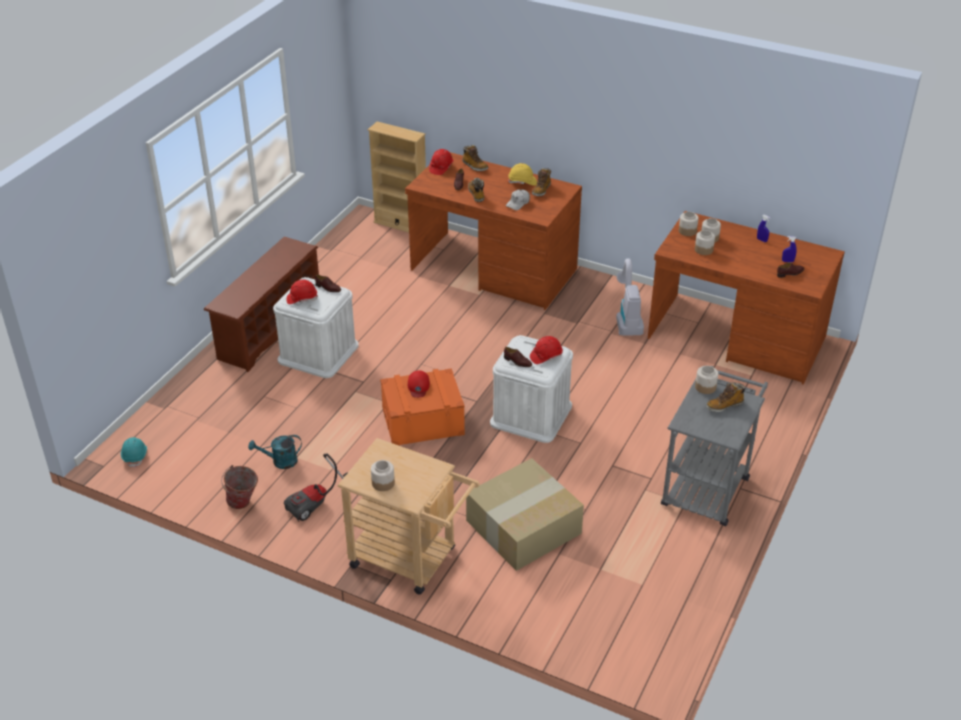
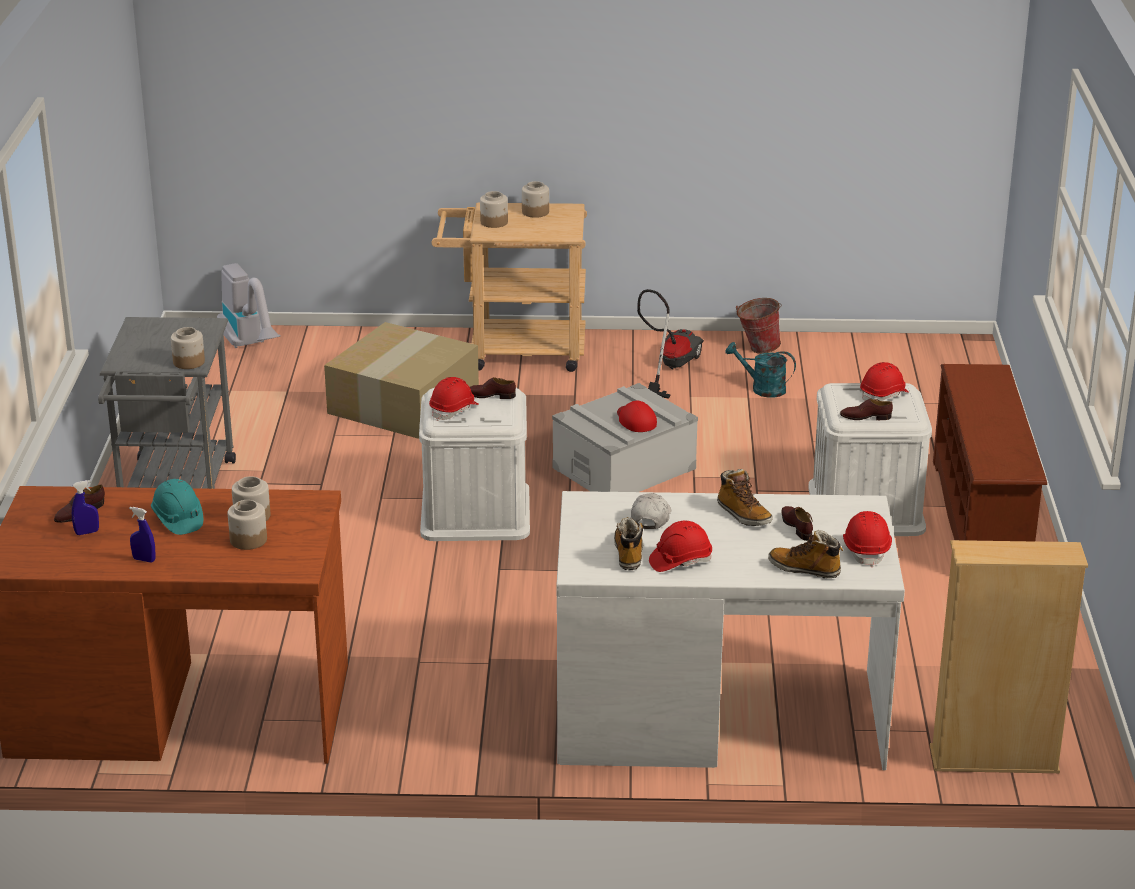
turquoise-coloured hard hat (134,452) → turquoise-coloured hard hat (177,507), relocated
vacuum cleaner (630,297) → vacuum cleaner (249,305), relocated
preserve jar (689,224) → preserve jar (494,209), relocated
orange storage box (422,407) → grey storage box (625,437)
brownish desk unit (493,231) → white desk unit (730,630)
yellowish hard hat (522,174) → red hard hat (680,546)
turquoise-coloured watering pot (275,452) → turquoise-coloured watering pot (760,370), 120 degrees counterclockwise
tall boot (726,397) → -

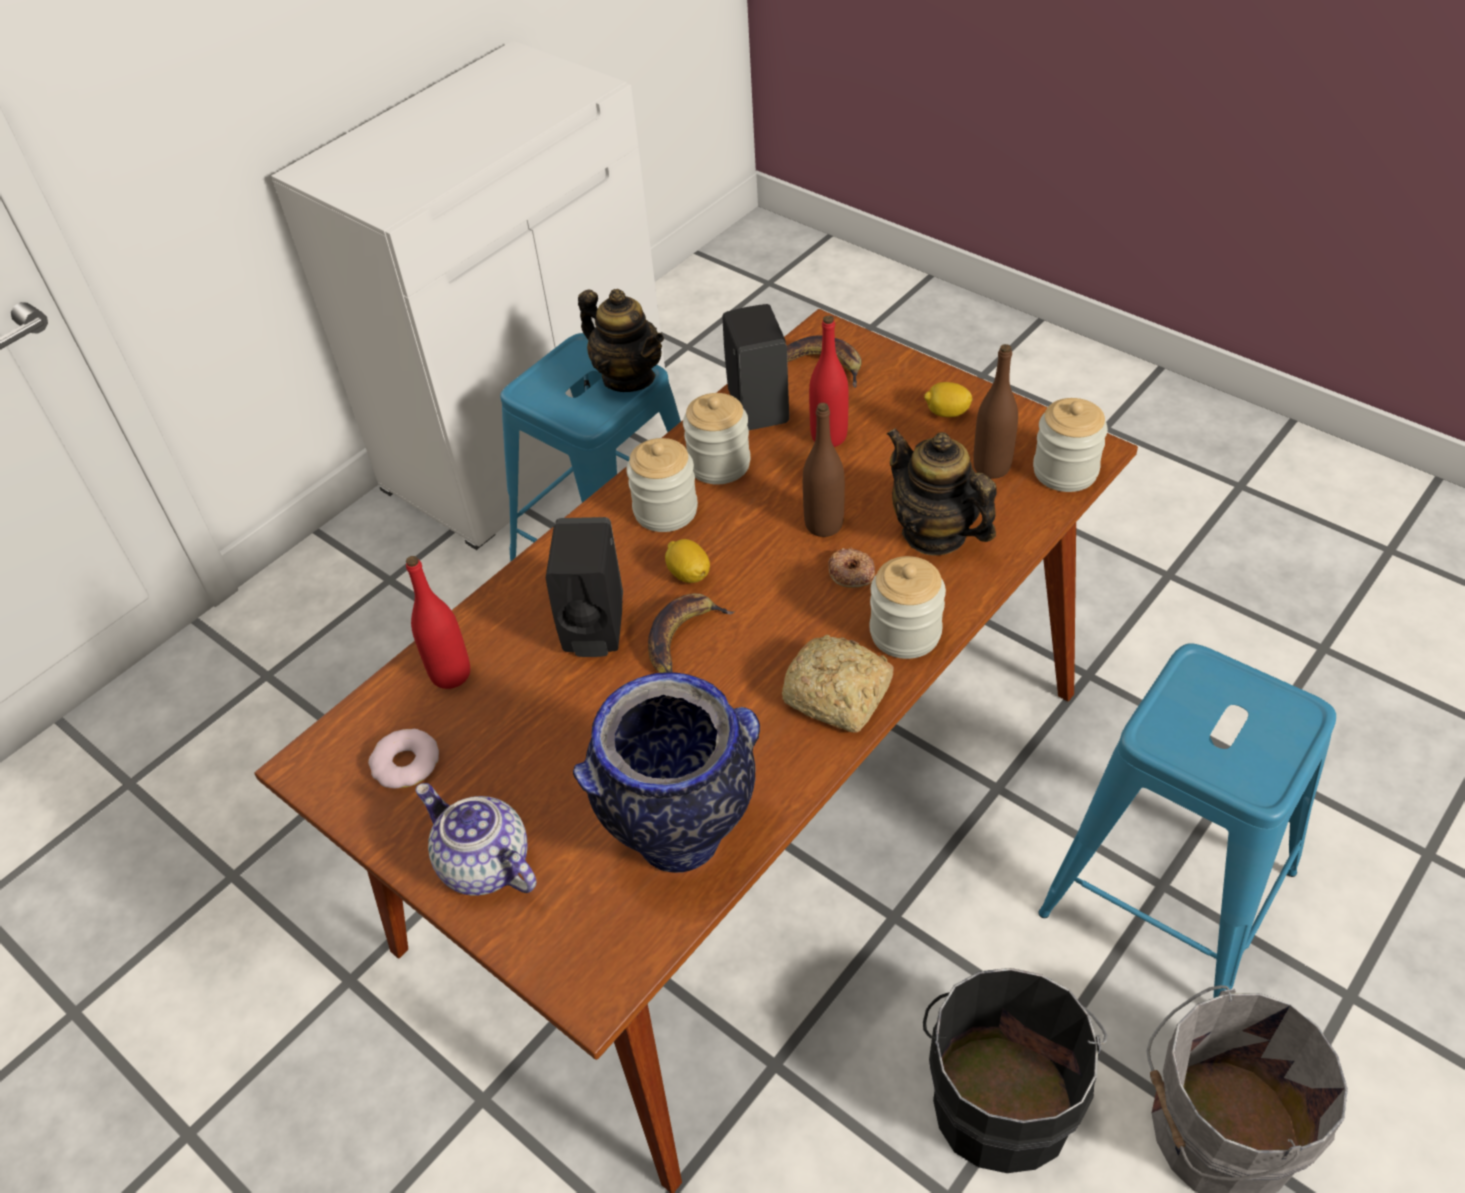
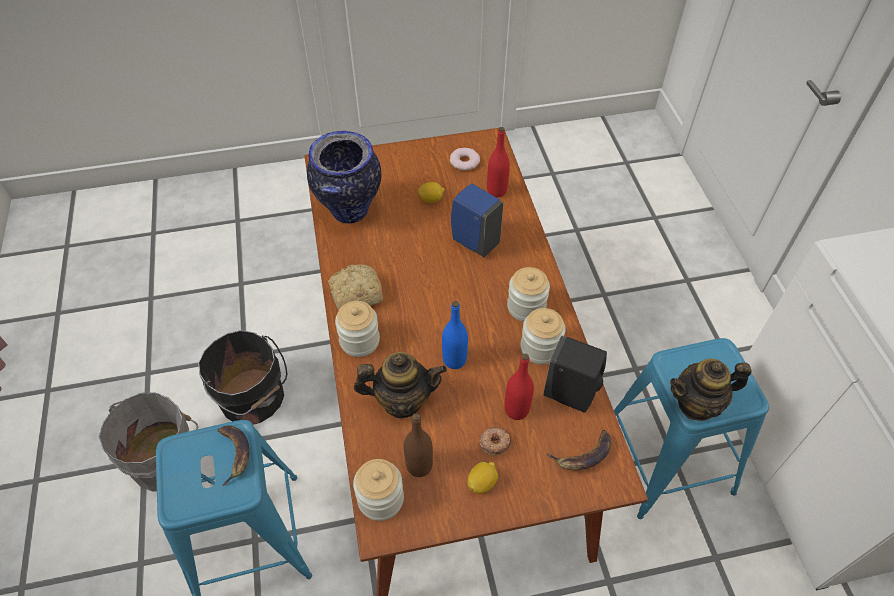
banana fruit (691,633) → banana fruit (234,455), relocated
lemon (687,561) → lemon (431,192), relocated
brownish bottle (824,470) → blue-coloured bottle (455,335)
blackish soap dispenser (584,587) → blue-coloured soap dispenser (477,220)
ring doughnut (851,567) → ring doughnut (495,441), relocated
tea pot (476,839) → -

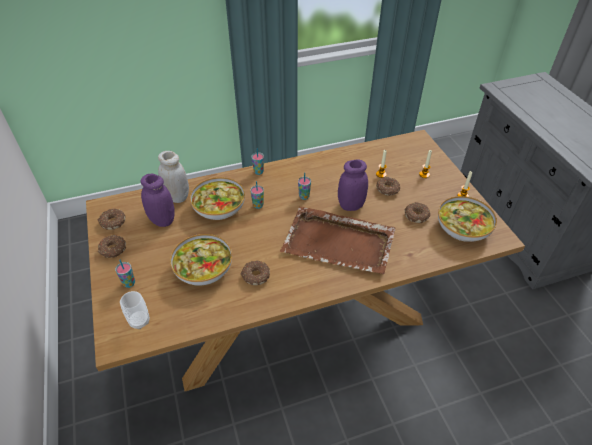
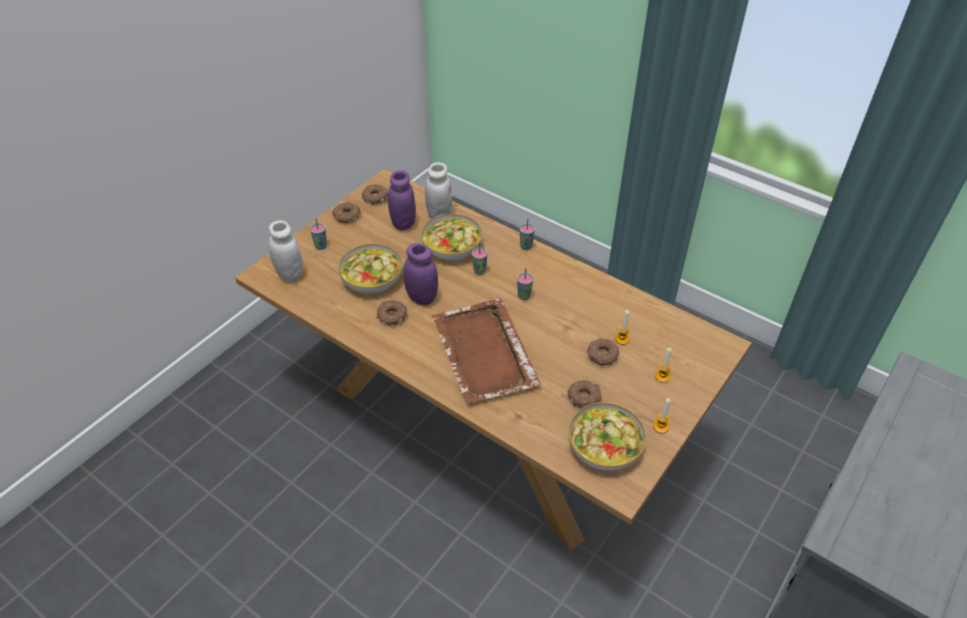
cup (135,310) → white preserve jar (285,251)
purple preserve jar (353,185) → purple preserve jar (421,274), relocated

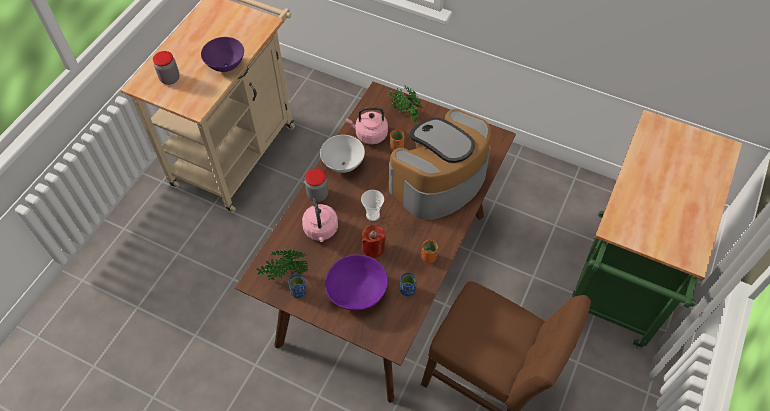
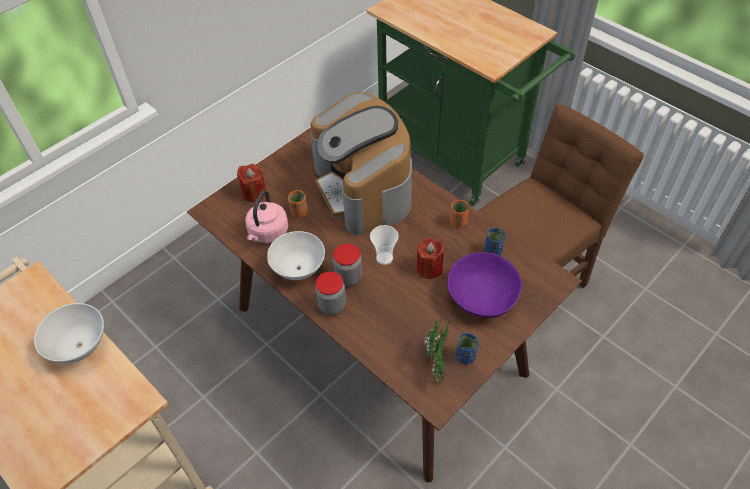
purple bowl (222,54) → white bowl (69,333)
houseplant (406,104) → red wax candle (251,183)
preserve jar (166,68) → preserve jar (347,264), relocated
pink-coloured kettle (320,220) → -

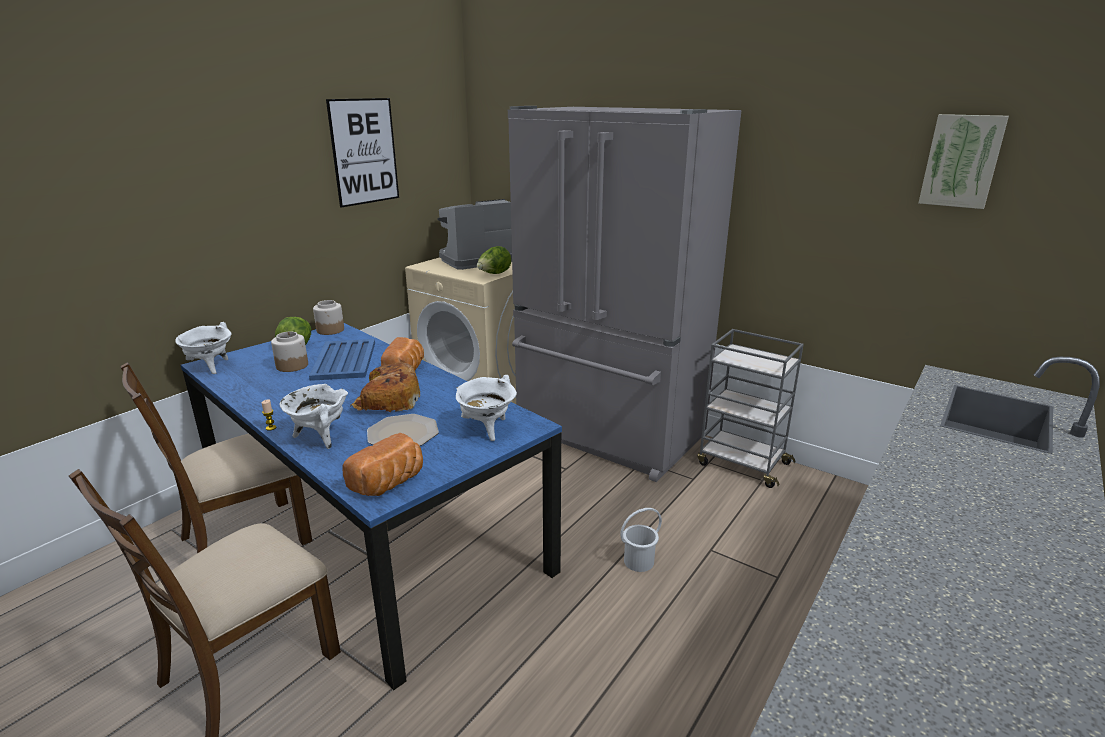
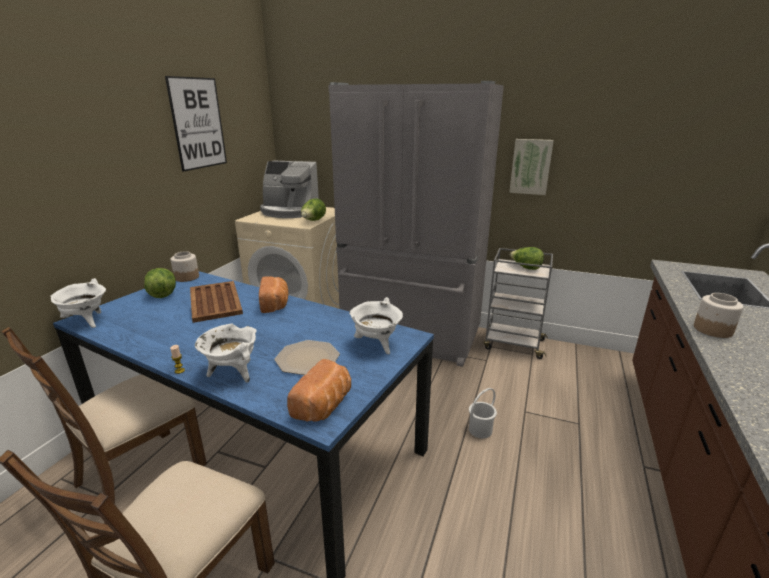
blue-coloured carrying tray (342,360) → brownish carrying tray (216,302)
coffee maker (474,234) → coffee maker (289,189), 120 degrees counterclockwise
wall art (964,161) → wall art (531,167), relocated
- → lettuce (527,258)
preserve jar (289,351) → preserve jar (719,315), relocated
bread (385,387) → -

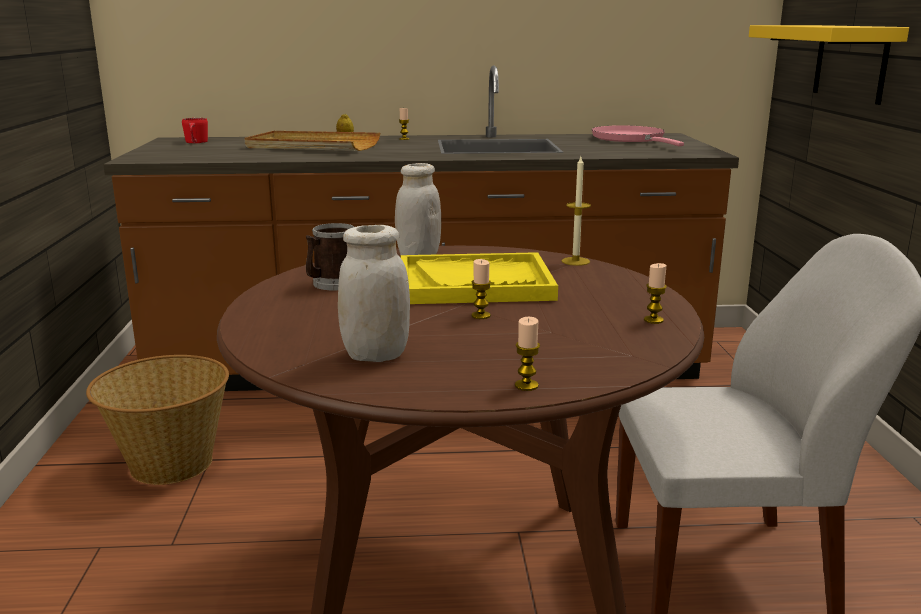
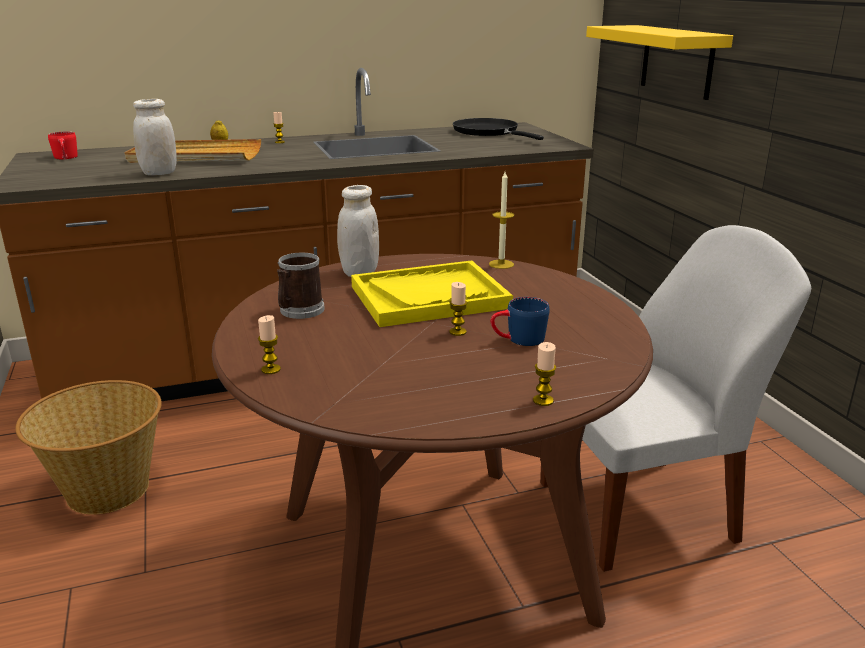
white preserve jar (374,293) → white preserve jar (155,137), relocated
wax candle (655,293) → wax candle (269,344), relocated
pink-coloured skillet (638,135) → blackish skillet (498,129)
- → blue-coloured mug (520,321)

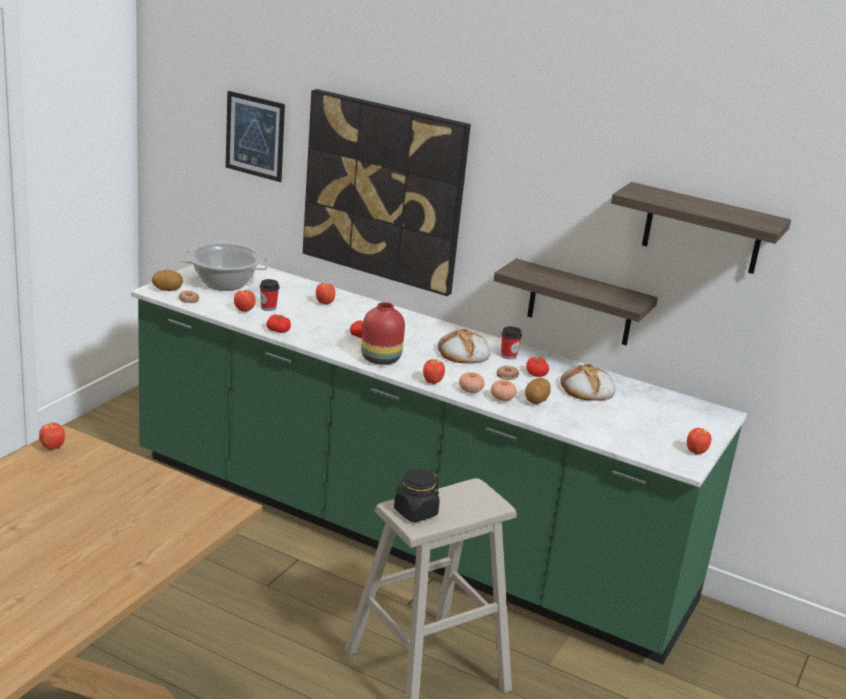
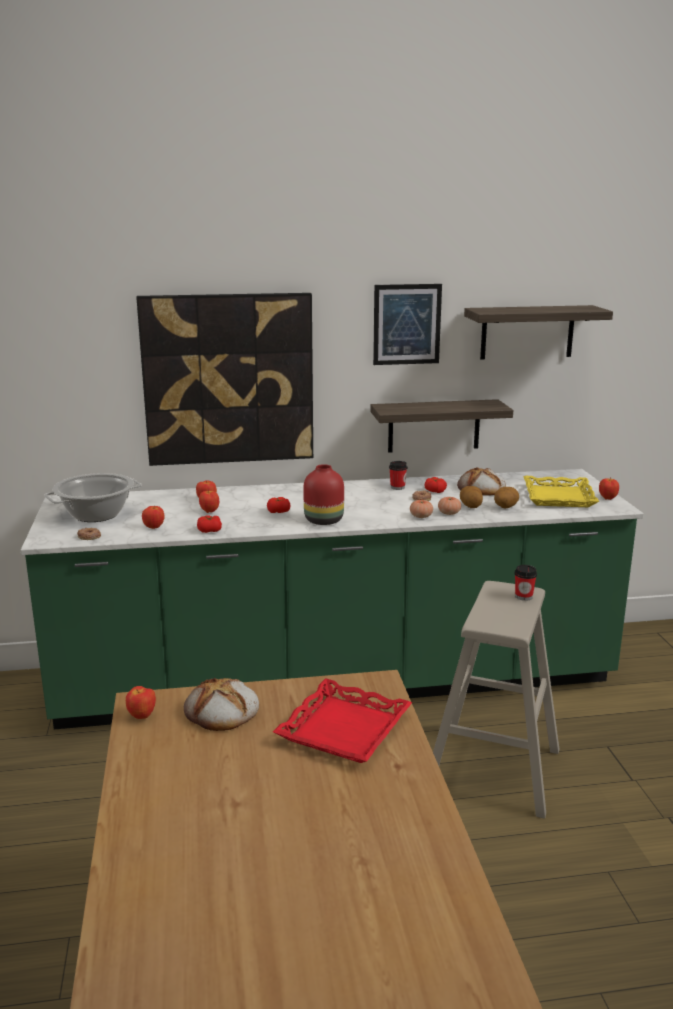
bread (464,346) → bread (221,704), relocated
apple fruit (434,371) → apple fruit (209,501), relocated
- → red carrying tray (342,721)
wall art (255,136) → wall art (407,324), relocated
potato (167,280) → potato (506,498), relocated
cup (269,295) → cup (525,583), relocated
- → yellowish carrying tray (561,491)
blackish preserve jar (417,495) → -

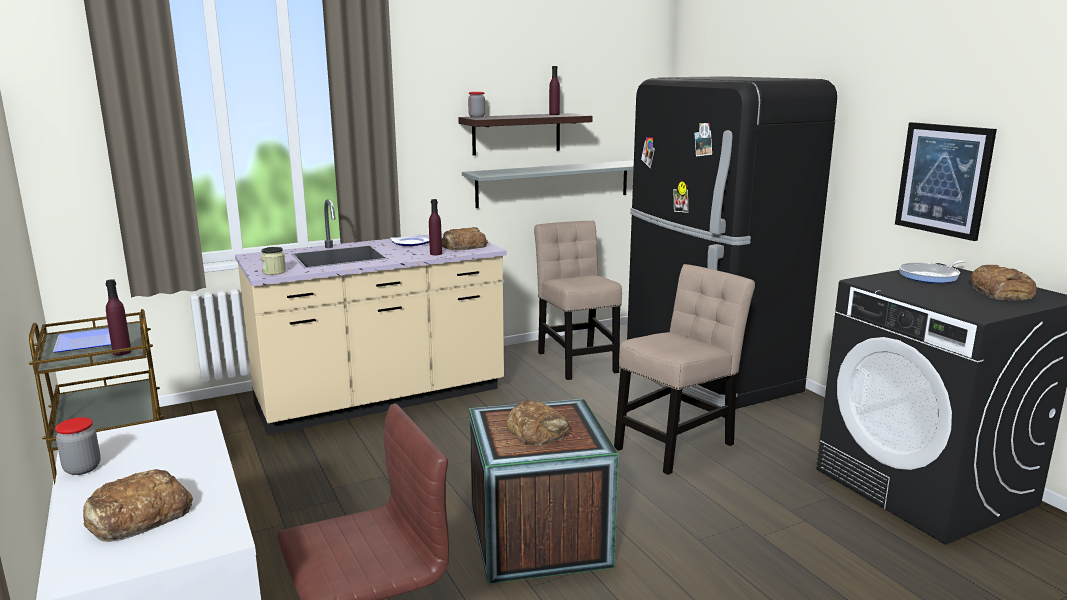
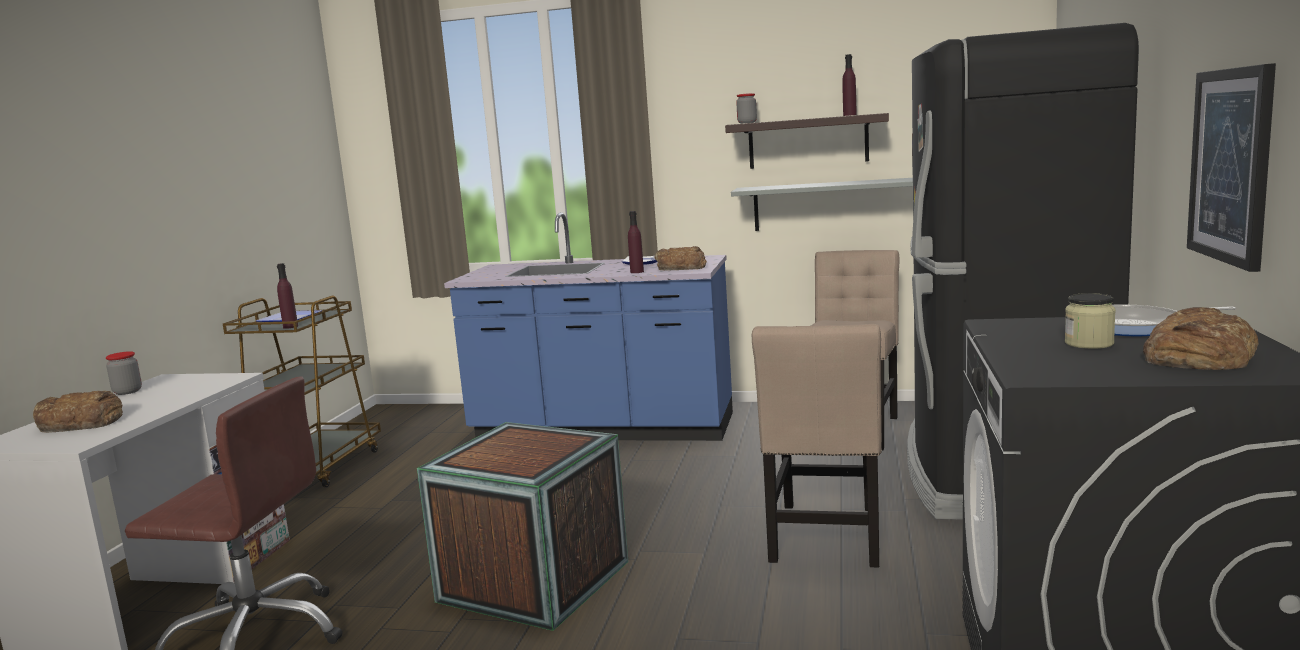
beige-coloured counter (371,317) → blue-coloured counter (588,326)
beige-coloured plain chair (684,369) → beige-coloured plain chair (817,446), 105 degrees clockwise
preserve jar (273,261) → preserve jar (1090,321), relocated
bread (538,422) → -

